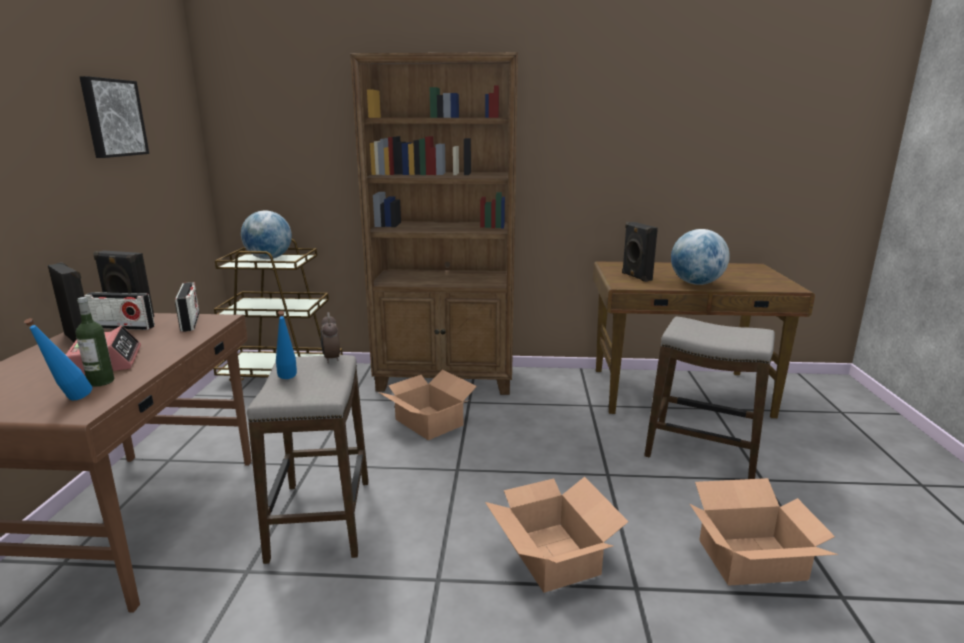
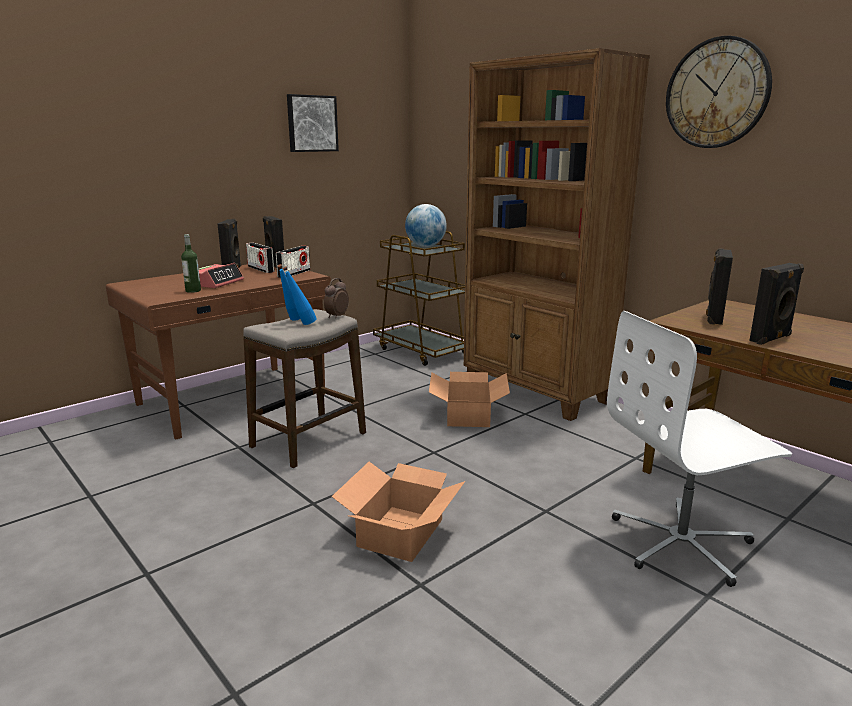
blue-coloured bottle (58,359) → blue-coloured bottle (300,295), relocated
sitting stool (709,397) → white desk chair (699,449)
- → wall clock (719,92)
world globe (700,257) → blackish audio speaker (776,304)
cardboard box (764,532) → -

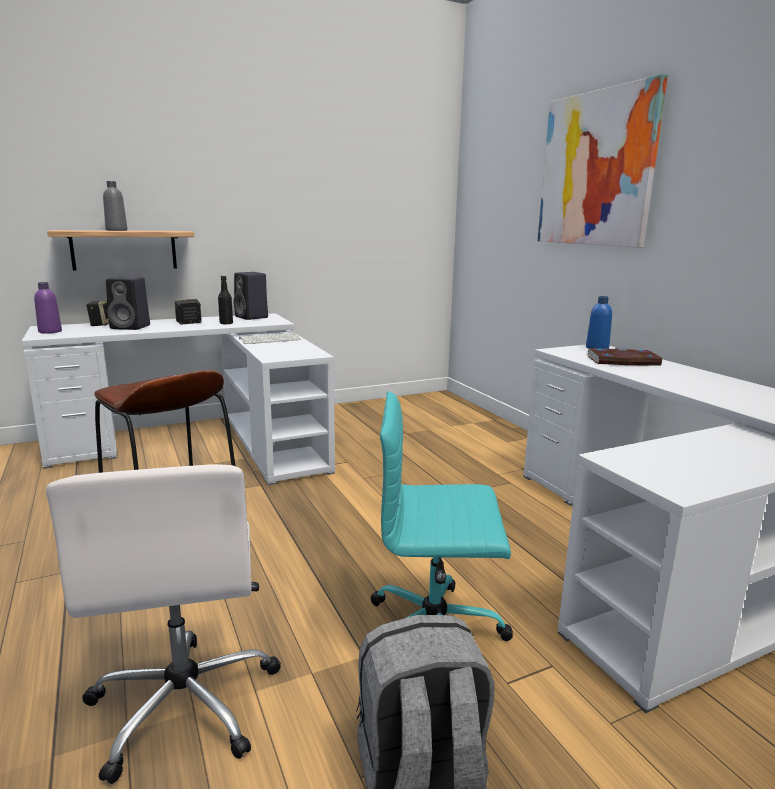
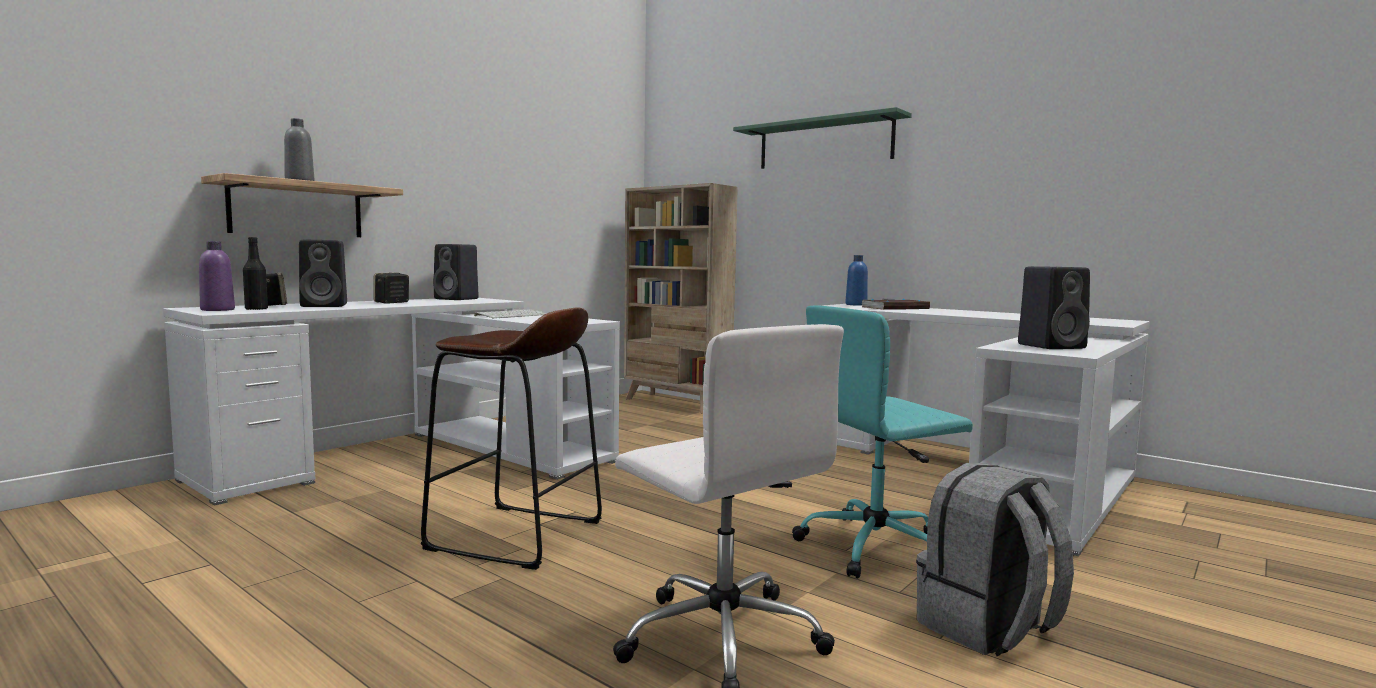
blackish bottle (225,300) → blackish bottle (255,273), relocated
- → beige-coloured bookcase (681,298)
wall art (603,160) → greenish shelf (822,138)
- → blackish audio speaker (1054,307)

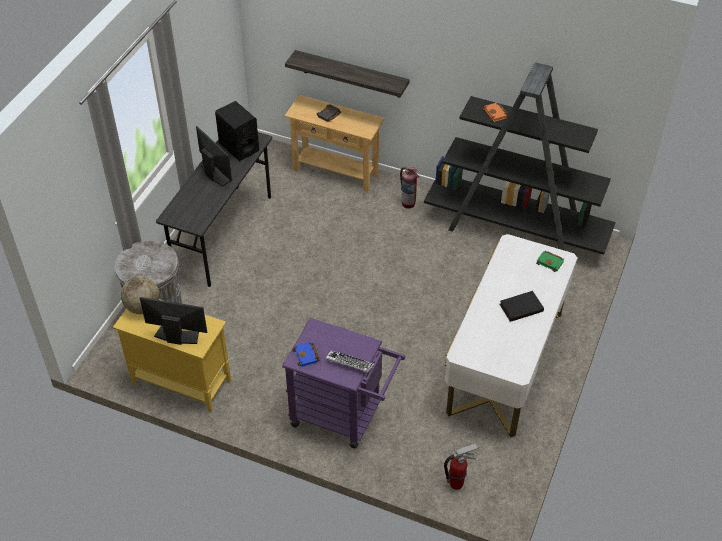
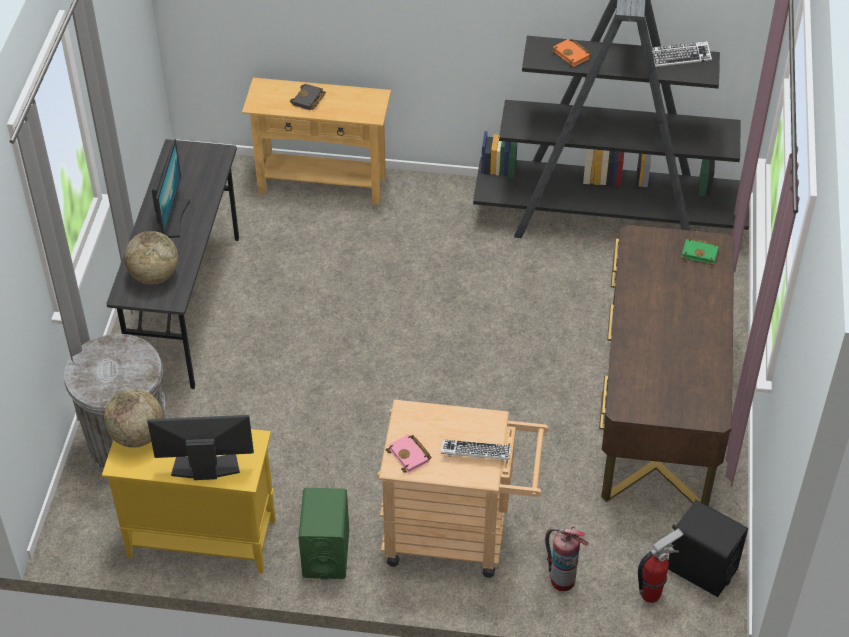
- → world globe (151,258)
monitor (214,156) → monitor (171,188), 60 degrees clockwise
- → greenish audio speaker (323,533)
purple cart (343,383) → beige-coloured cart (463,489)
blue-coloured book (306,354) → pink-coloured book (408,454)
extinguisher (409,188) → extinguisher (567,558), relocated
white desk unit (511,335) → brownish desk unit (666,365)
- → computer keyboard (682,54)
blackish audio speaker (237,131) → blackish audio speaker (708,548), relocated
shelf (347,74) → -
blackish book (521,306) → -

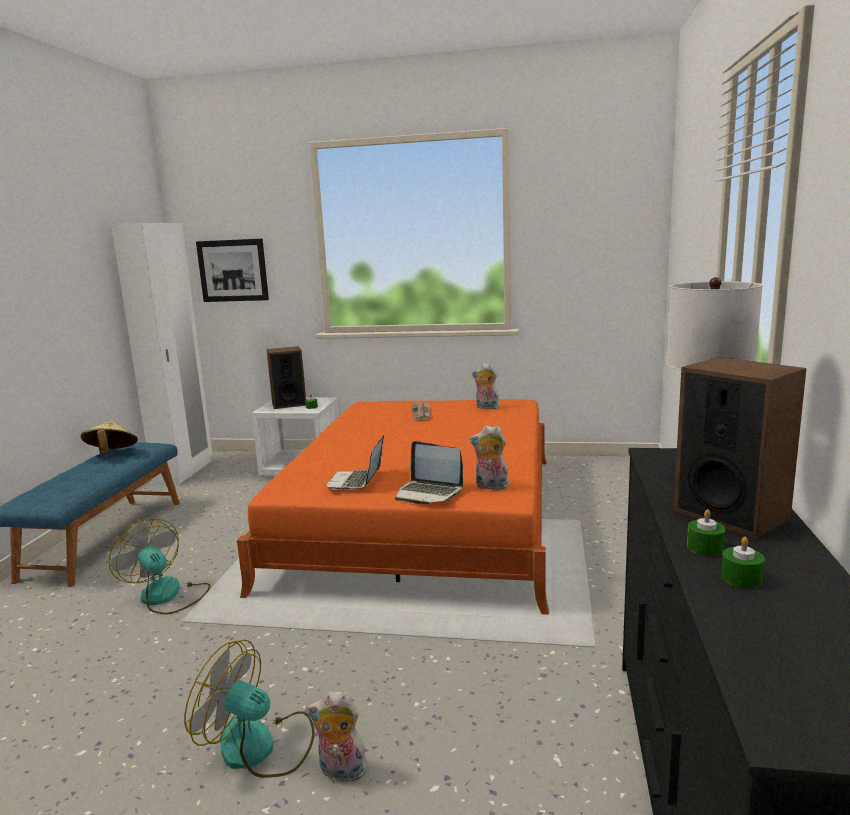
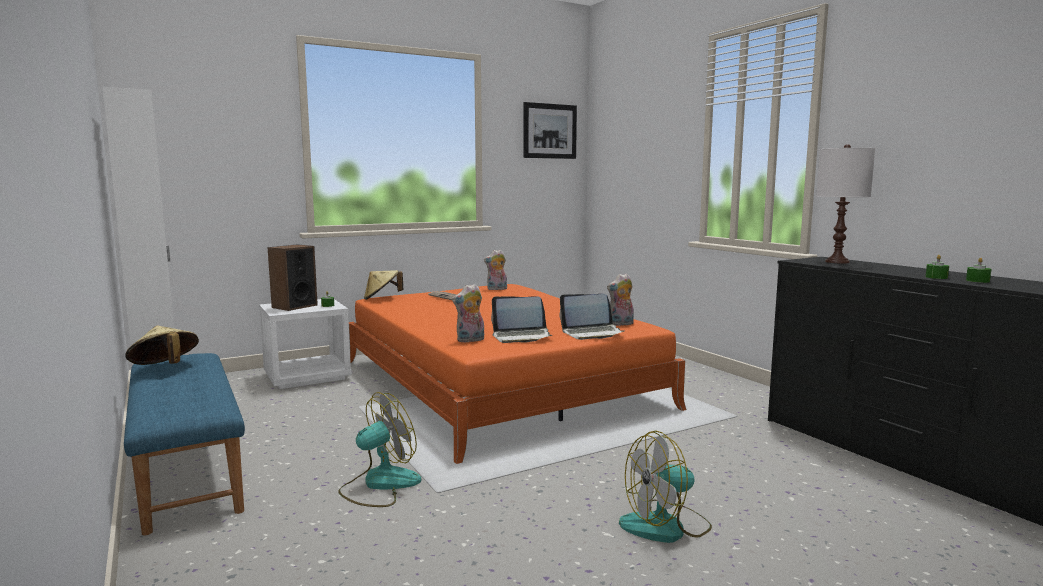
cooling fan (159,566) → cooling fan (379,449), 135 degrees clockwise
- → beige-coloured clothing hat (383,285)
plush toy (338,736) → plush toy (468,313), relocated
laptop (355,463) → laptop (521,319), 60 degrees counterclockwise
wall art (232,270) → wall art (550,130), relocated
audio speaker (740,448) → -

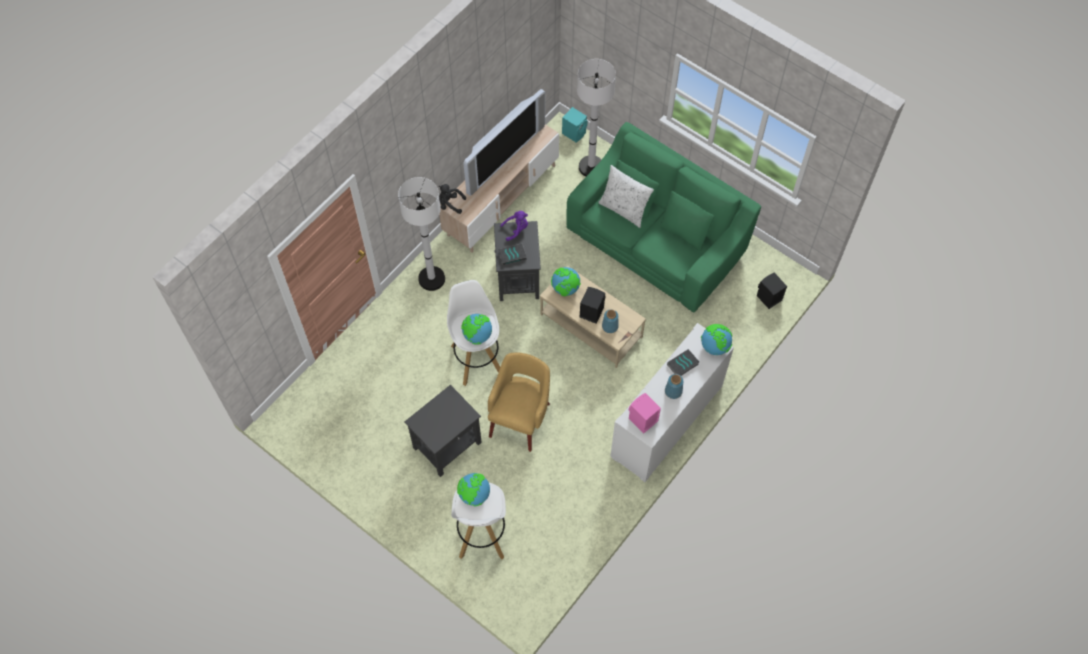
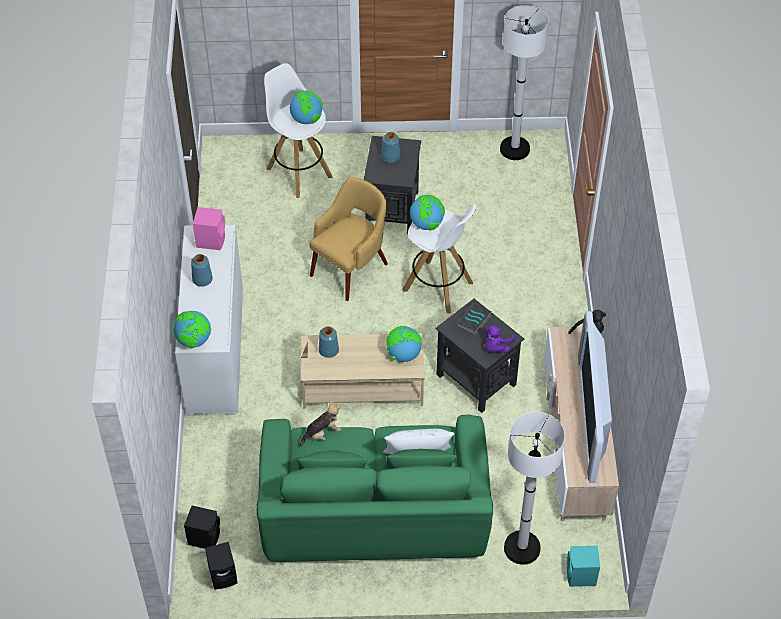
blackish audio speaker (592,305) → blackish audio speaker (221,565), relocated
- → plush toy (320,424)
yellowish lounge chair (519,402) → yellowish lounge chair (349,239), 120 degrees counterclockwise
- → blue-coloured flower vase (390,147)
white standard lamp (421,234) → white standard lamp (524,82), relocated
book (683,362) → -

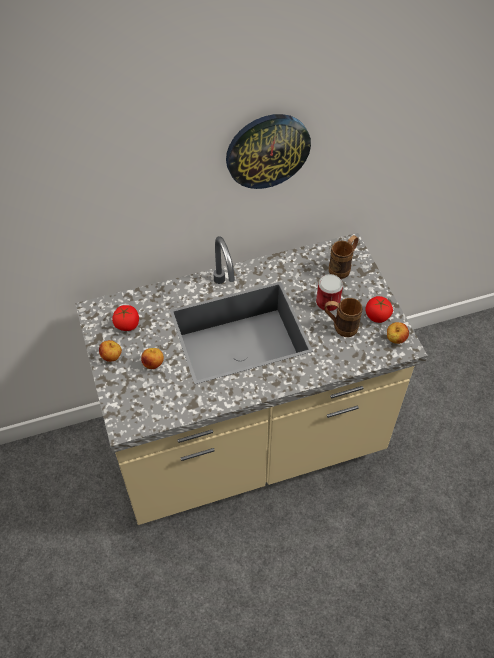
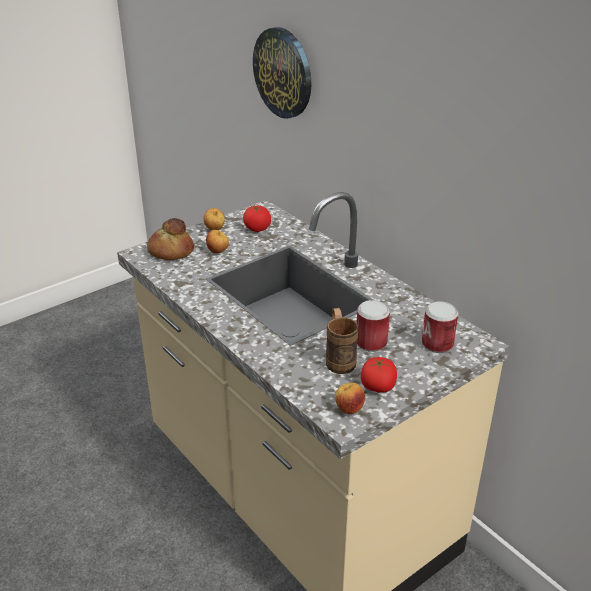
- → bread (170,239)
wall clock (268,151) → wall clock (282,73), relocated
brownish mug (344,257) → metal can (440,327)

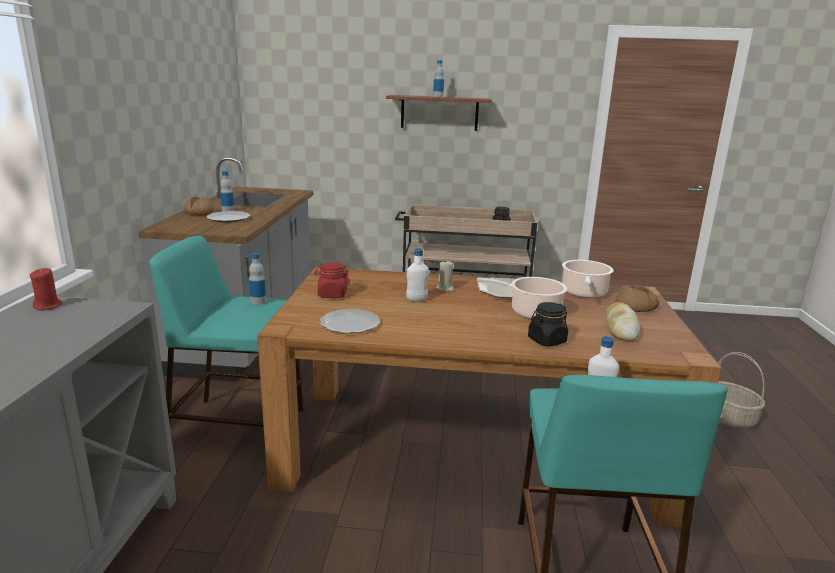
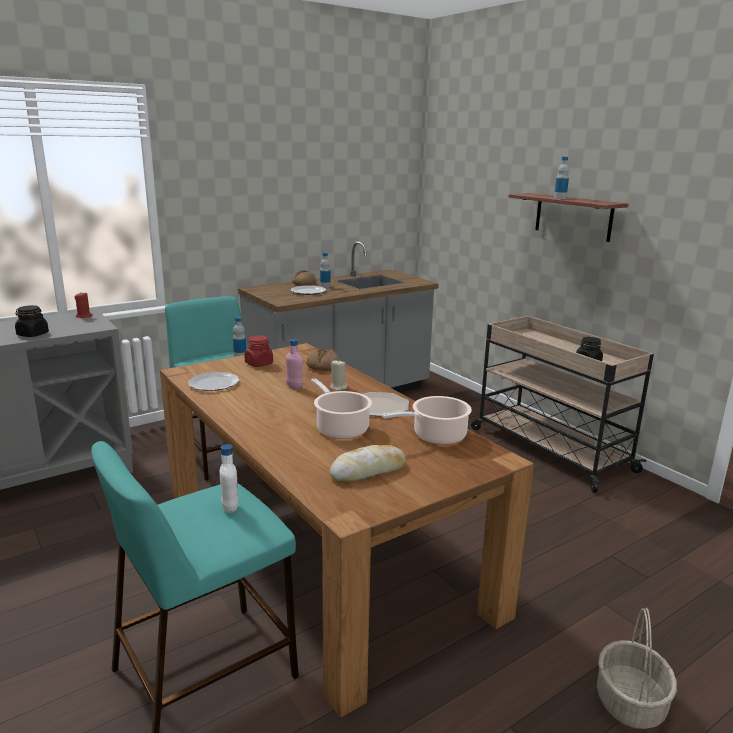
blackish preserve jar (548,324) → blackish preserve jar (32,321), relocated
white bottle (417,275) → pink-coloured bottle (294,364)
bread (637,298) → bread (323,359), relocated

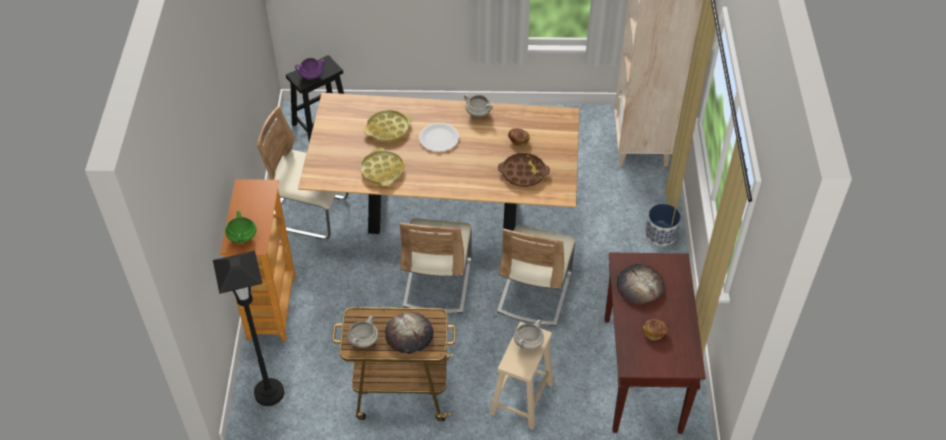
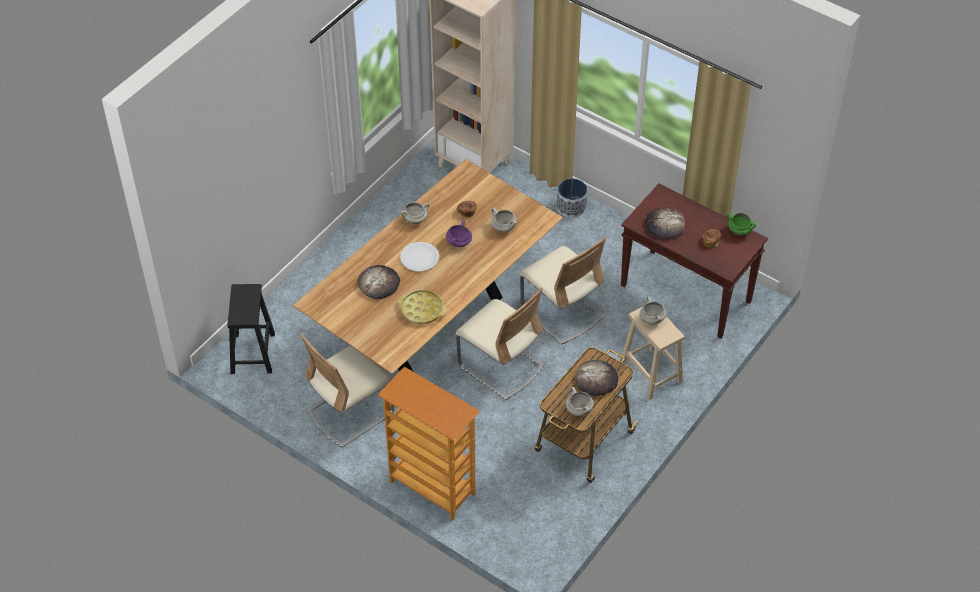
yellowish carrying tray (387,126) → bread (378,282)
purple stockpot (310,69) → purple stockpot (459,233), relocated
brownish carrying tray (524,170) → white stockpot (504,220)
greenish stockpot (240,227) → greenish stockpot (741,224), relocated
blackish standard lamp (248,328) → -

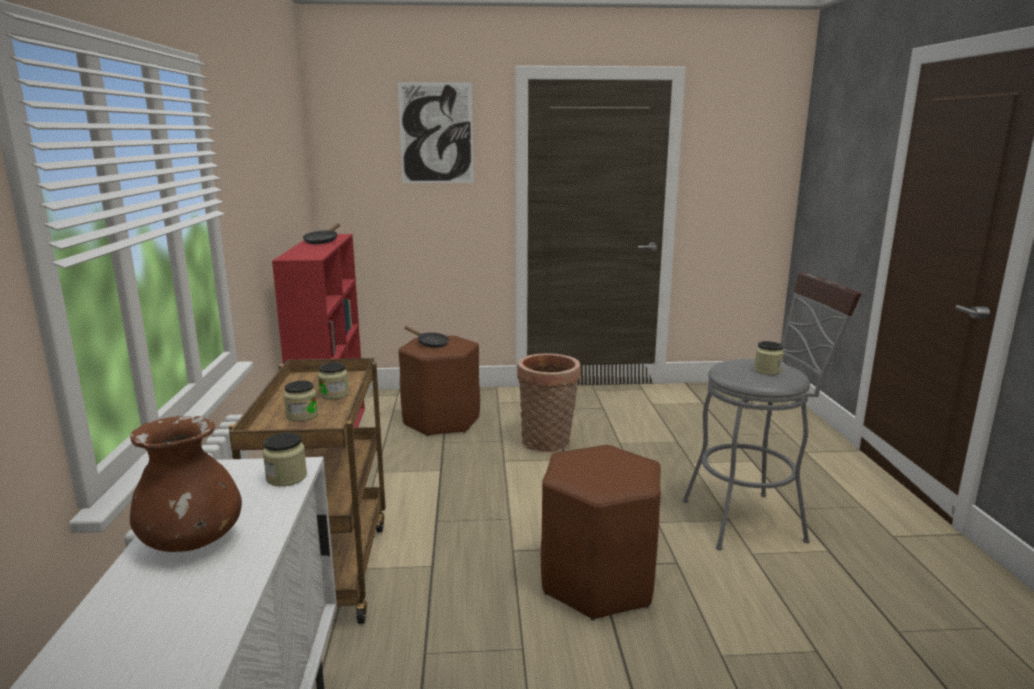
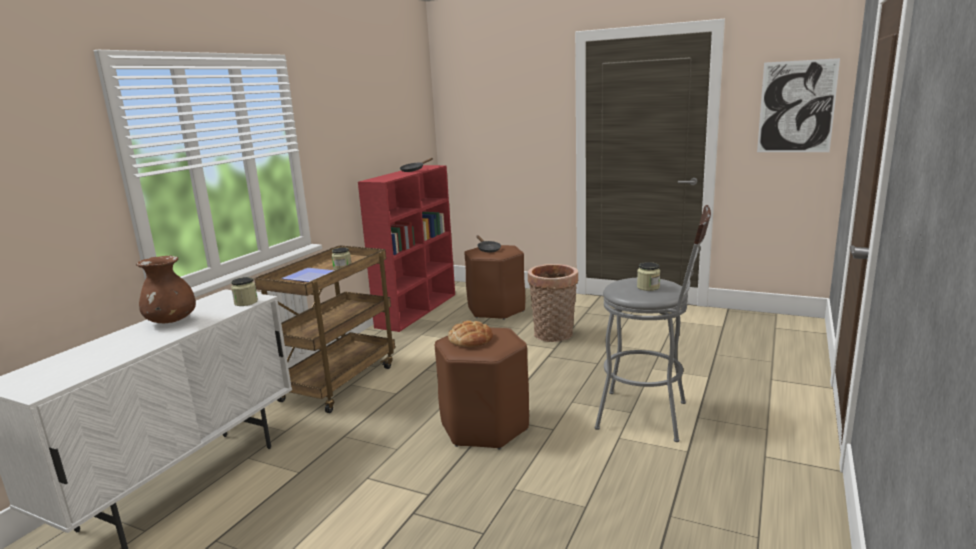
preserve jar (301,400) → plate (308,275)
- → bread (470,334)
wall art (435,132) → wall art (798,105), relocated

